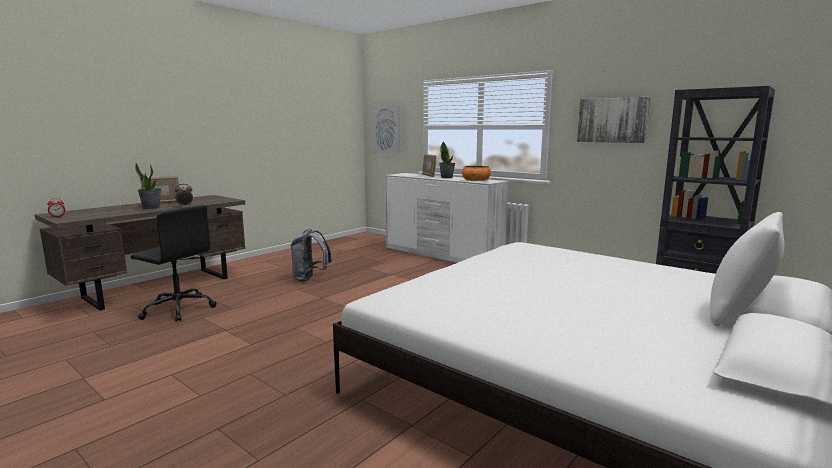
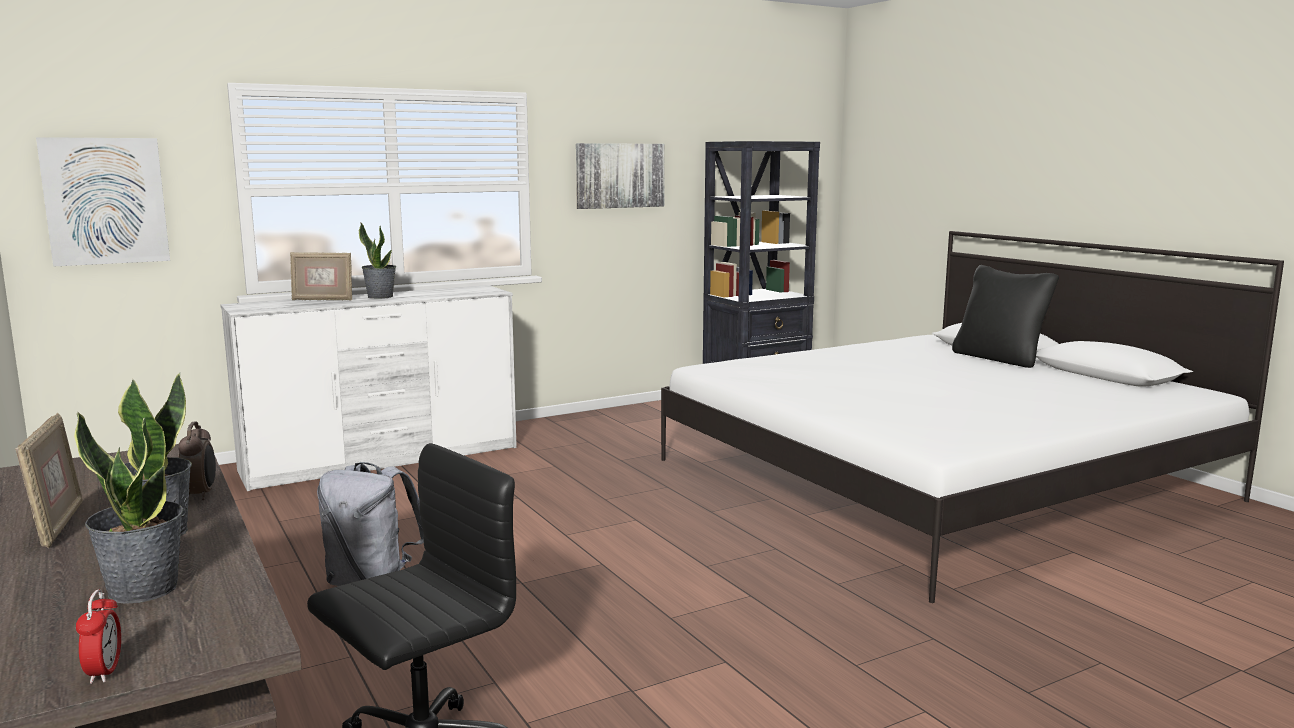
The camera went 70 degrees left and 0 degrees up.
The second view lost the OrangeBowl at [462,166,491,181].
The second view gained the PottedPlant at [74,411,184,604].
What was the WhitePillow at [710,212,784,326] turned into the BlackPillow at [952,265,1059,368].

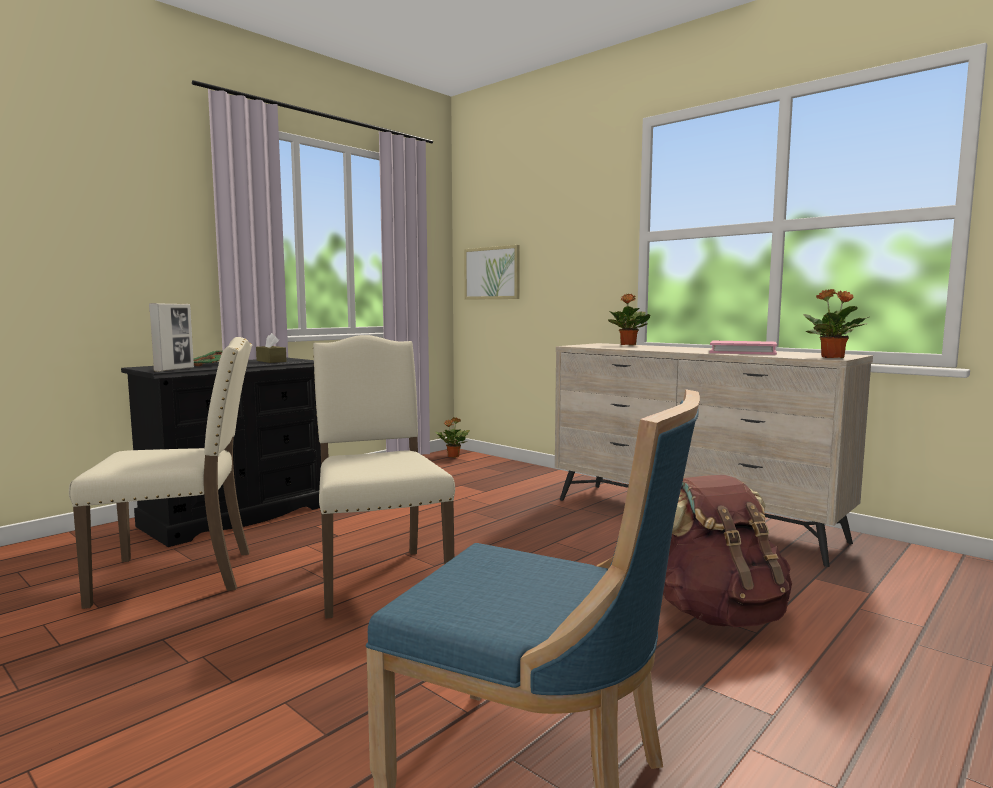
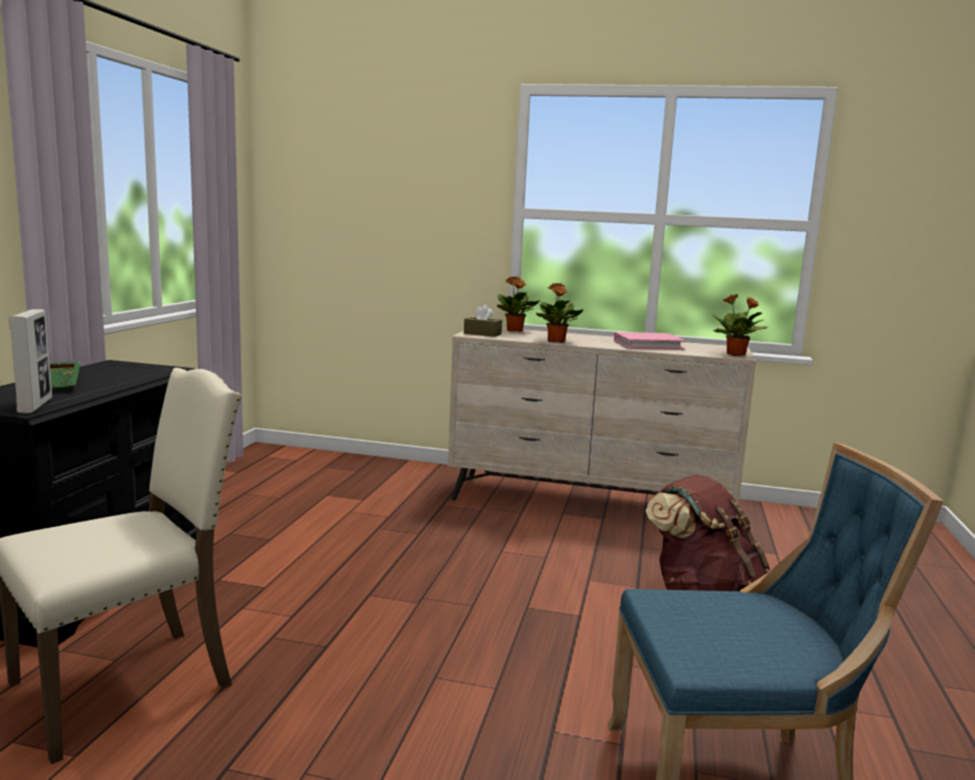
The camera went 30 degrees left and 5 degrees up.
The second view lost the BeigeChair at [313,335,455,619].
The second view lost the Picture at [464,245,520,300].
The BrownTissueBox ended up elsewhere, having gone from [256,333,287,363] to [464,305,502,337].
The PottedPlant ended up elsewhere, having gone from [435,417,470,458] to [536,283,583,343].

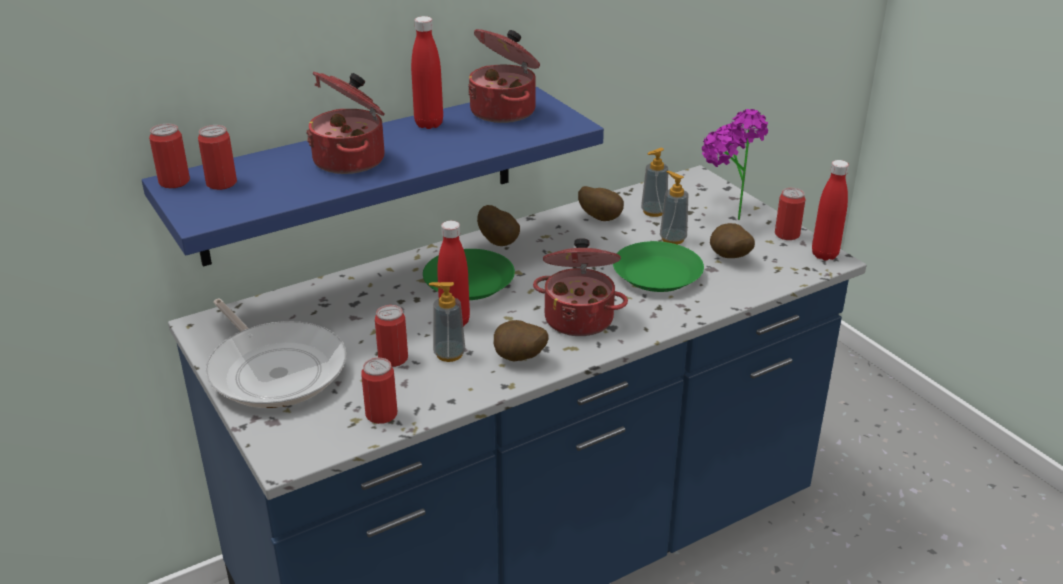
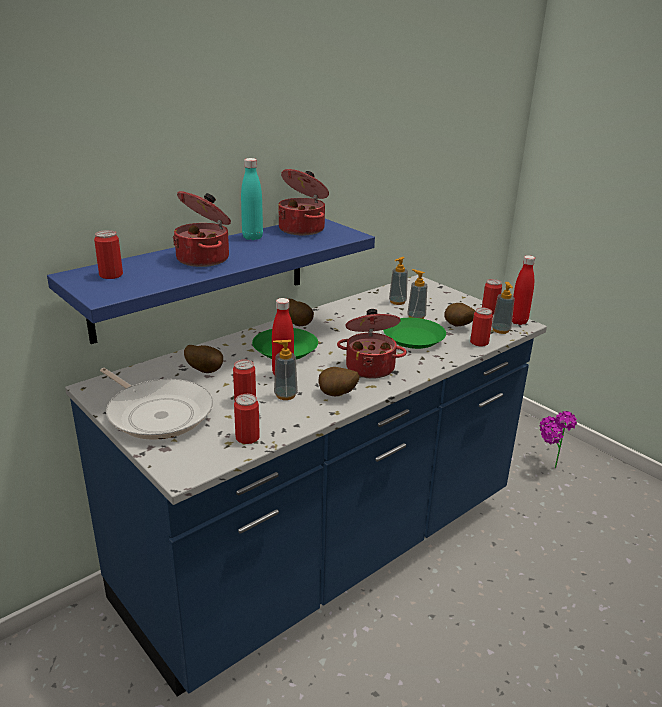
The camera went 10 degrees left and 5 degrees down.
The second view gained the SoapDispenser at [492,282,515,334].
The Can ended up elsewhere, having gone from [149,124,190,188] to [470,307,493,347].
The Potato ended up elsewhere, having gone from [578,186,624,221] to [184,345,223,373].
The PottedPlant ended up elsewhere, having gone from [702,109,768,220] to [540,411,577,468].
What was the RedBottle at [411,16,443,129] turned into the TurquoiseBottle at [241,158,263,240].

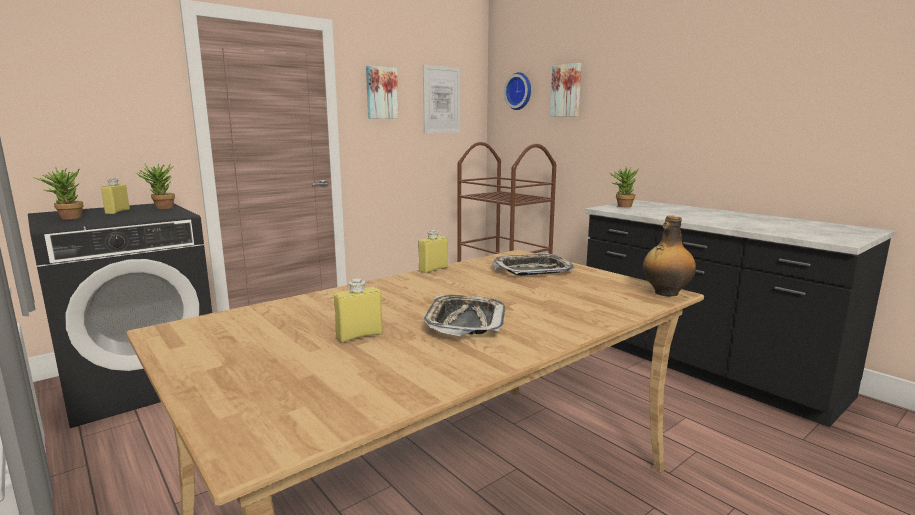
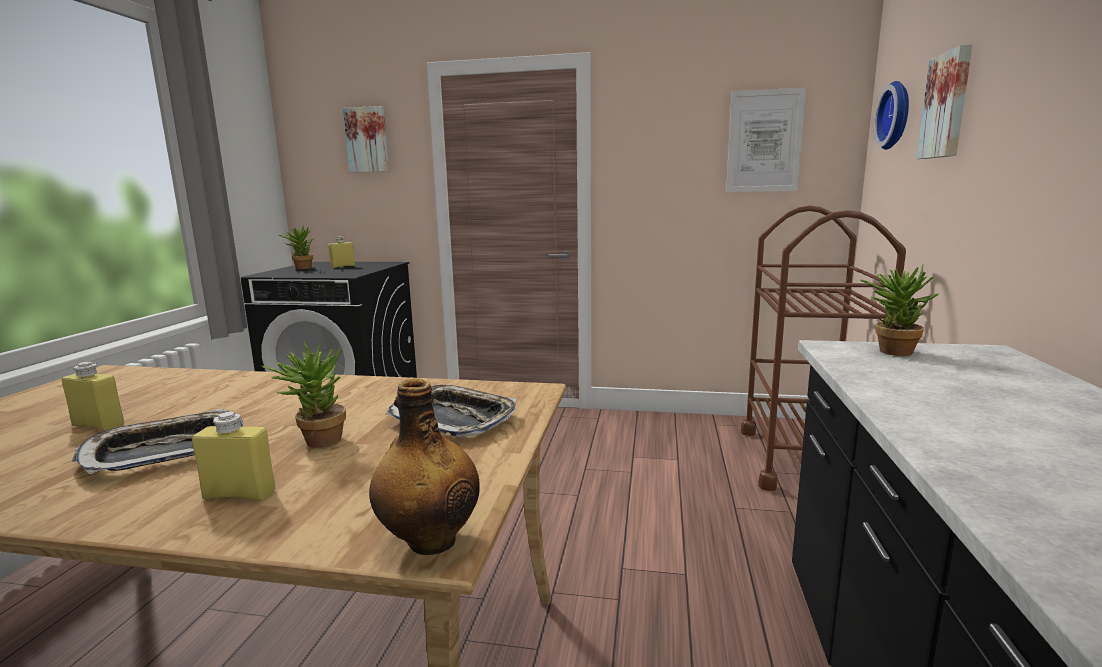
The camera went 50 degrees right and 0 degrees up.
The PottedPlant ended up elsewhere, having gone from [136,163,175,209] to [262,340,346,448].
The Picture ended up elsewhere, having gone from [366,65,398,119] to [343,106,389,173].
The YellowBottle ended up elsewhere, having gone from [418,230,448,273] to [192,412,276,500].

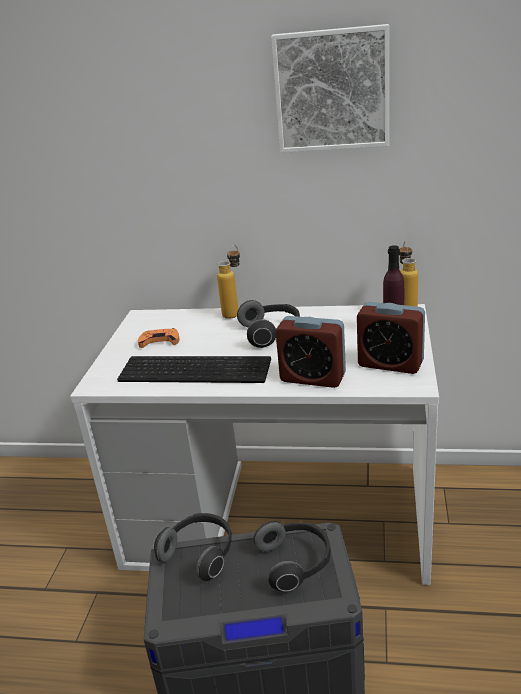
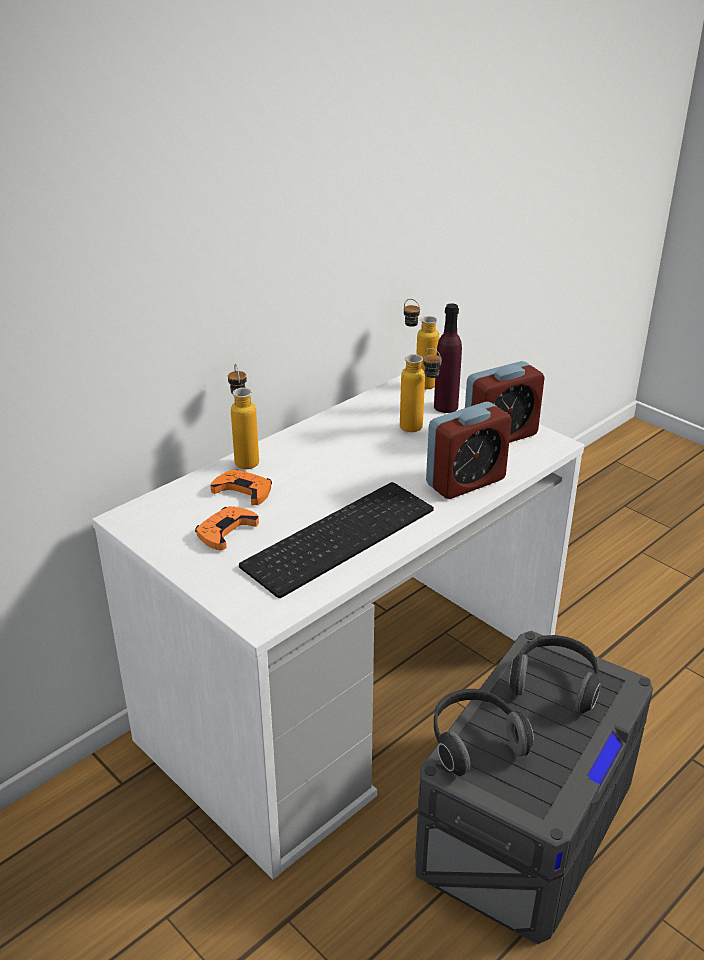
The camera went 55 degrees left and 5 degrees up.
The second view lost the Headphones at [237,300,300,348].
The second view lost the Picture at [271,24,389,153].
The second view gained the OrangeGameController at [211,470,272,505].
The second view gained the Bottle at [400,348,442,432].

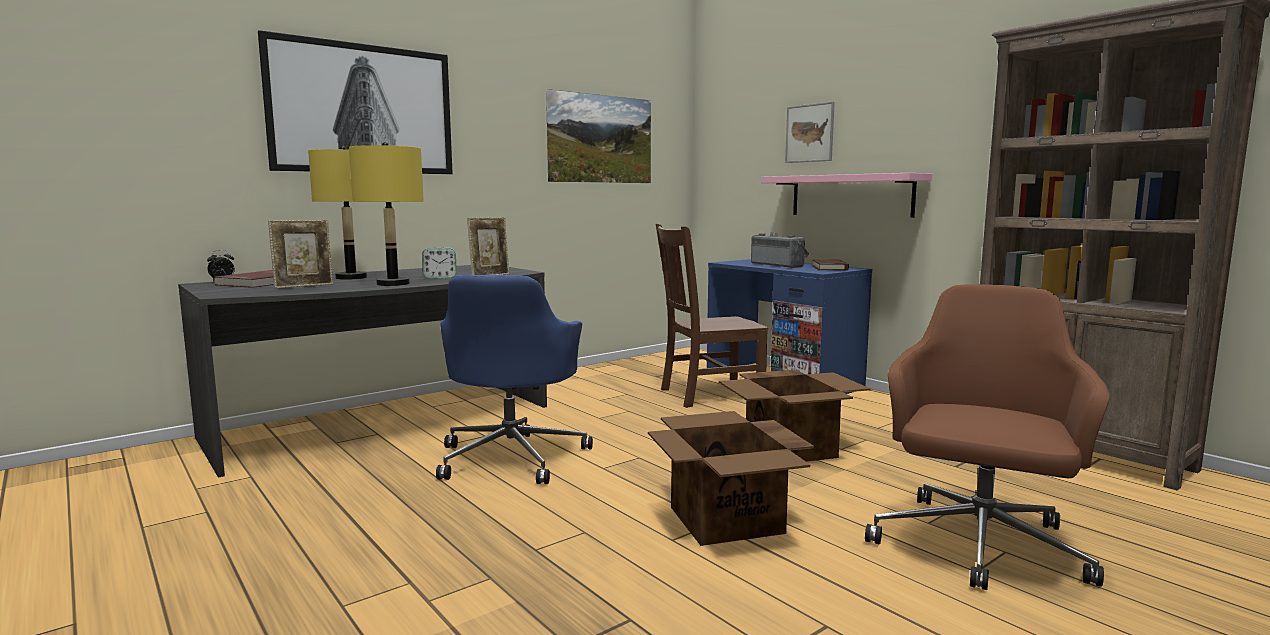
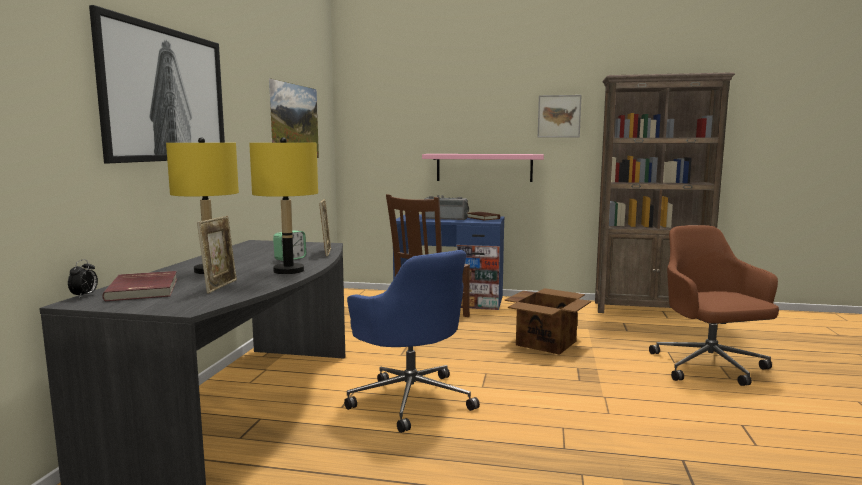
The camera went 40 degrees left and 0 degrees up.
The second view lost the CardboardBox at [648,411,814,546].
The Picture ended up elsewhere, having gone from [785,101,835,163] to [538,95,581,138].

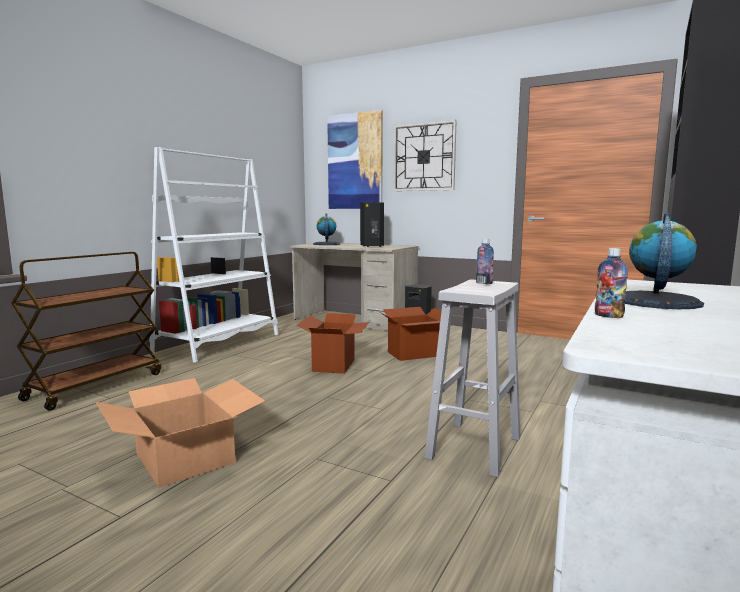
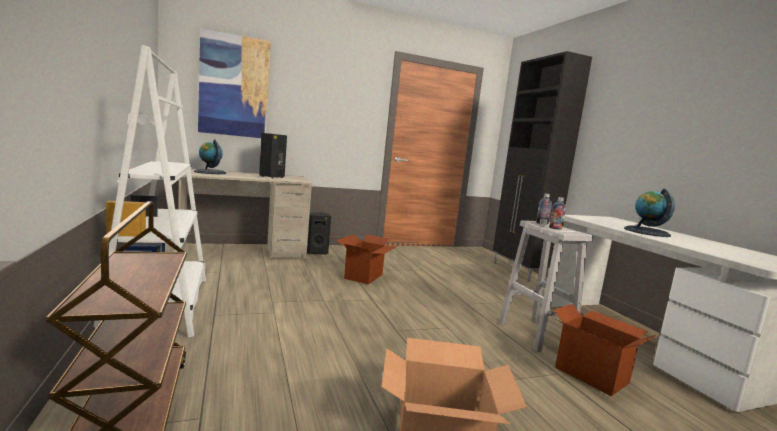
The camera went 50 degrees left and 0 degrees up.
The second view lost the WallClock at [393,120,457,191].
The CardboardBox ended up elsewhere, having gone from [296,313,369,374] to [554,304,656,396].
The Bottle ended up elsewhere, having gone from [595,248,628,318] to [549,197,566,230].

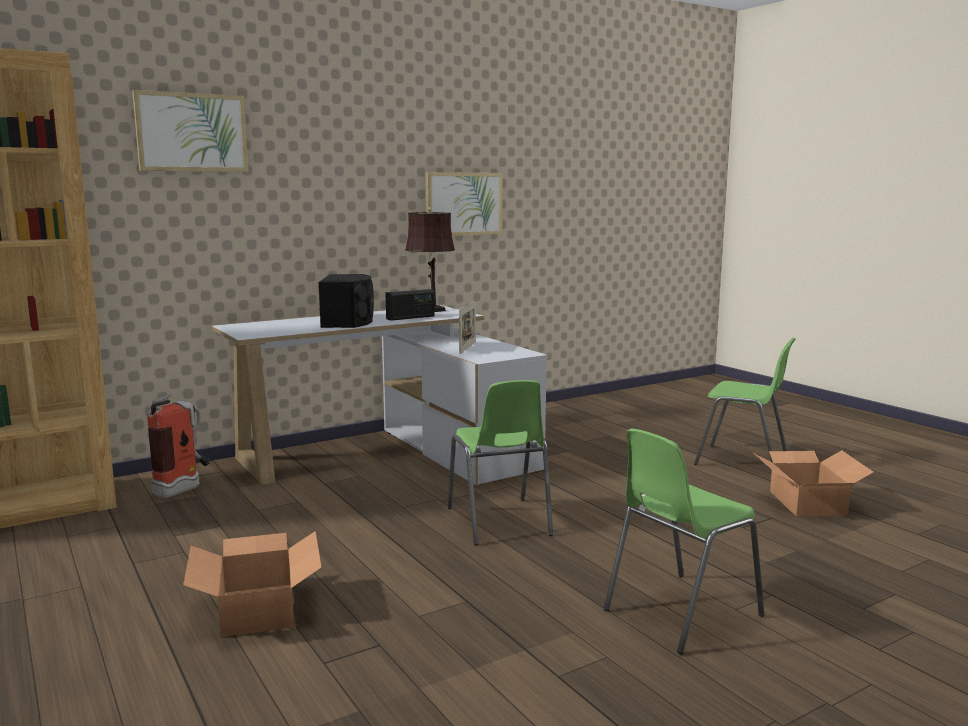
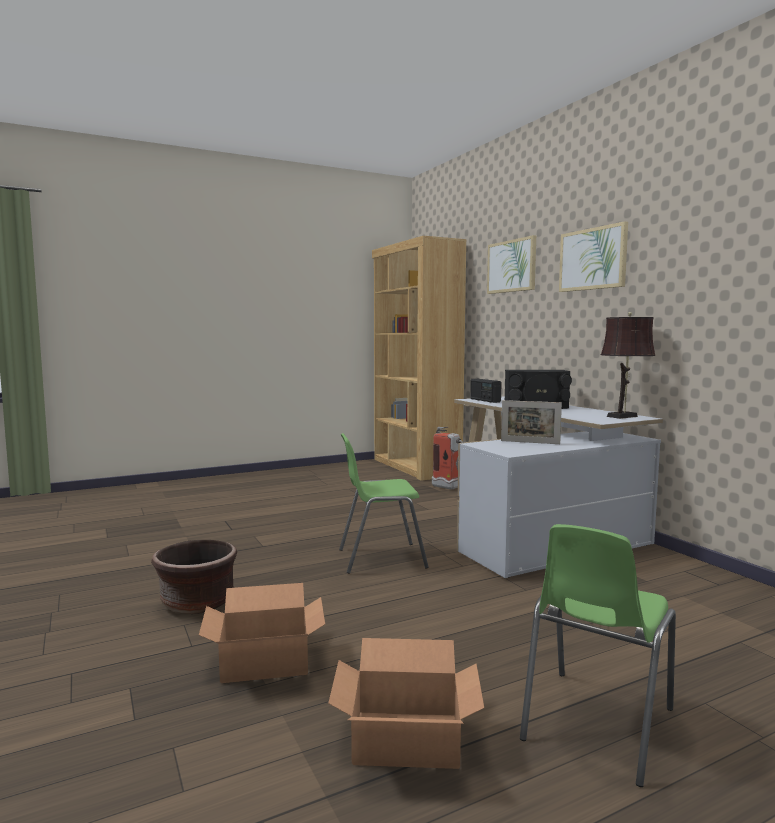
The camera went 95 degrees right and 5 degrees down.
The CardboardBox ended up elsewhere, having gone from [183,531,322,637] to [199,583,325,683].
The Radio ended up elsewhere, having gone from [385,289,435,321] to [470,379,502,403].
The Picture ended up elsewhere, having gone from [425,172,502,236] to [559,221,628,292].
Where the GreenChair stood at [604,429,765,654], the BrownPlanter came to stand at [151,540,237,614].

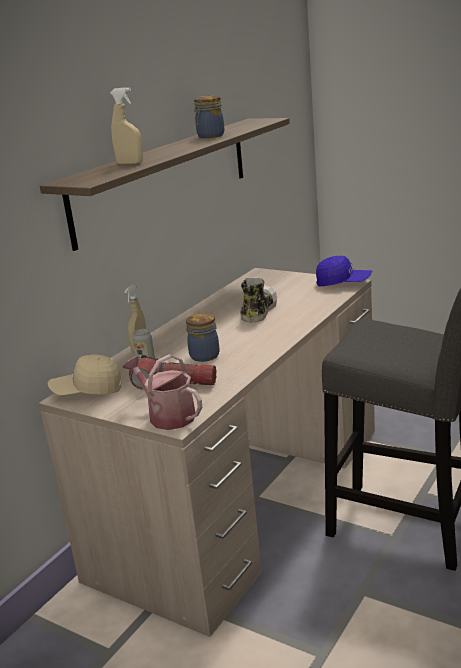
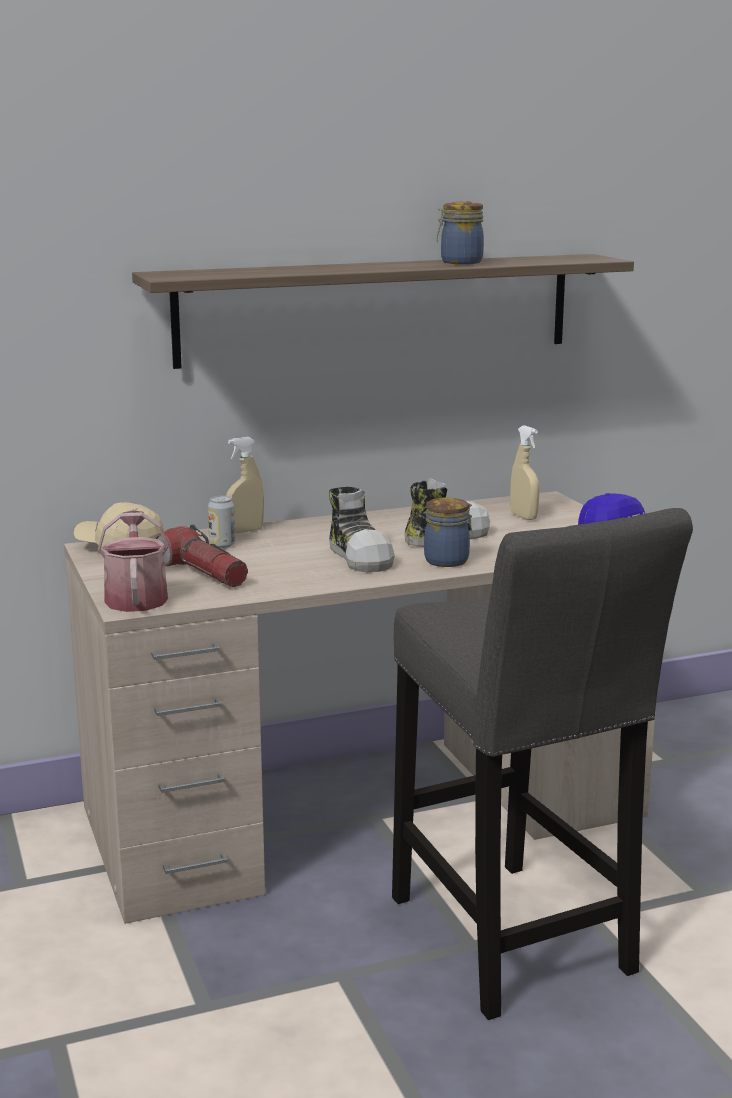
The camera went 35 degrees right and 5 degrees down.
The second view gained the Shoe at [329,487,395,572].
The BeigeSprayBottle ended up elsewhere, having gone from [110,87,143,164] to [510,425,540,520].
The Jar ended up elsewhere, having gone from [186,313,220,362] to [424,498,472,567].

